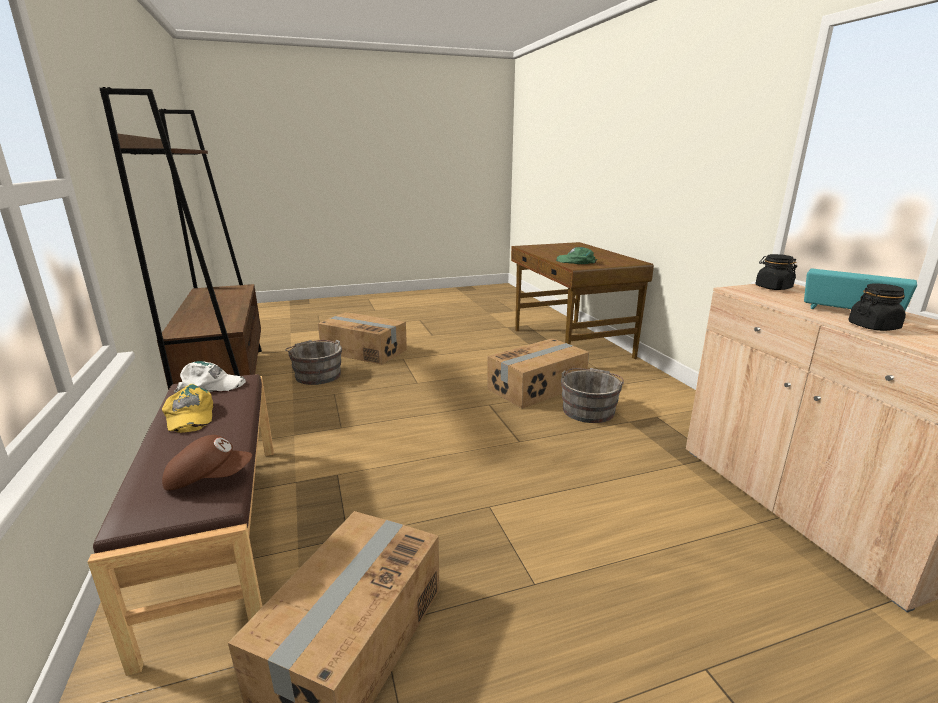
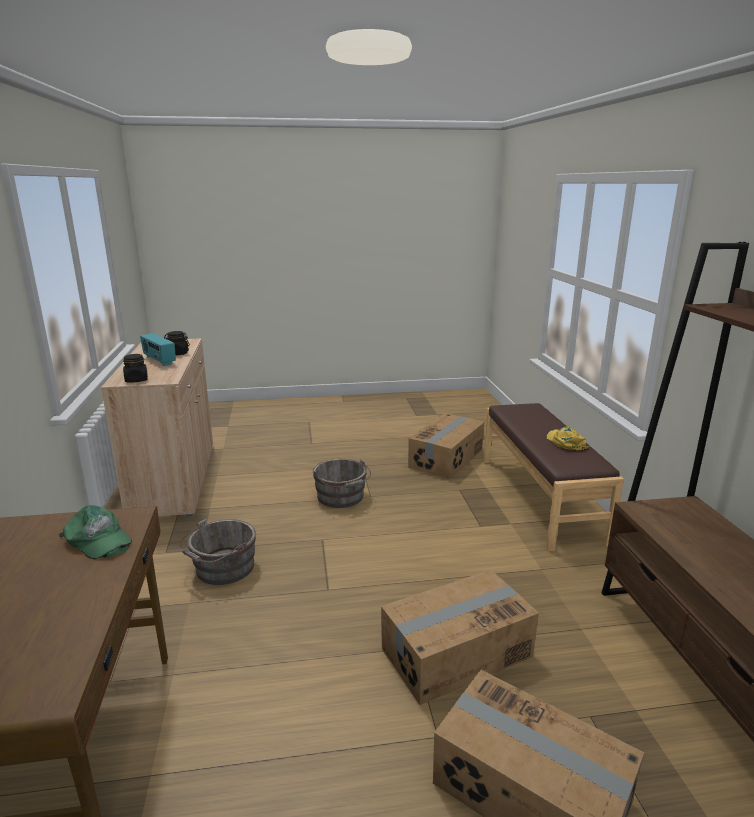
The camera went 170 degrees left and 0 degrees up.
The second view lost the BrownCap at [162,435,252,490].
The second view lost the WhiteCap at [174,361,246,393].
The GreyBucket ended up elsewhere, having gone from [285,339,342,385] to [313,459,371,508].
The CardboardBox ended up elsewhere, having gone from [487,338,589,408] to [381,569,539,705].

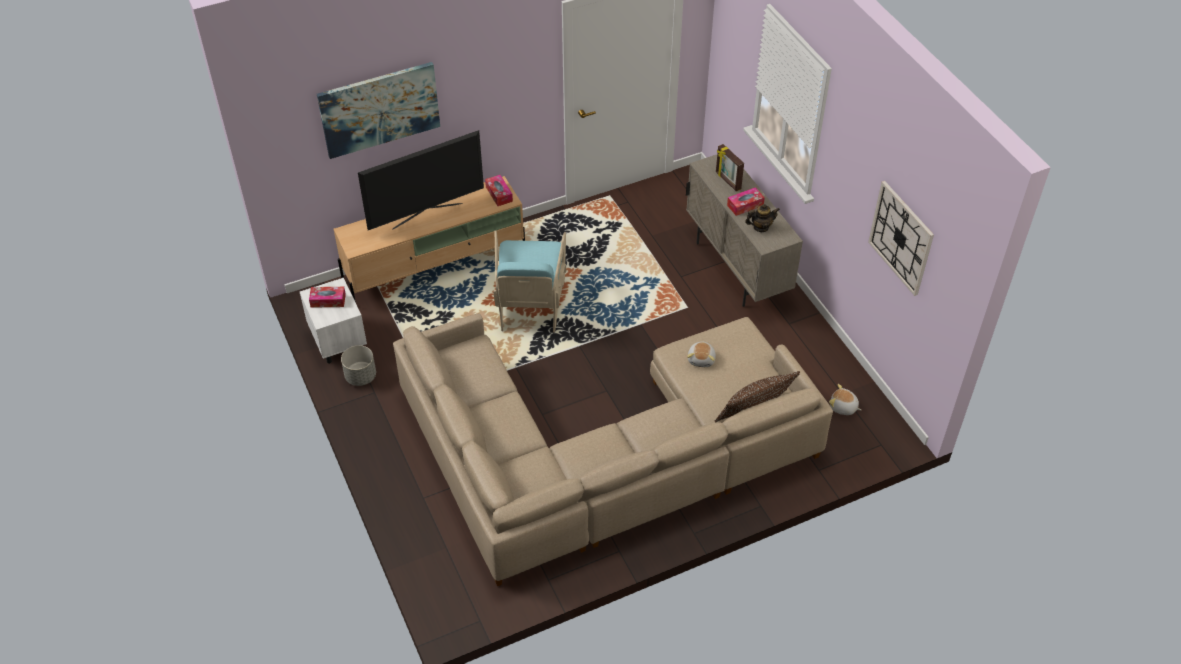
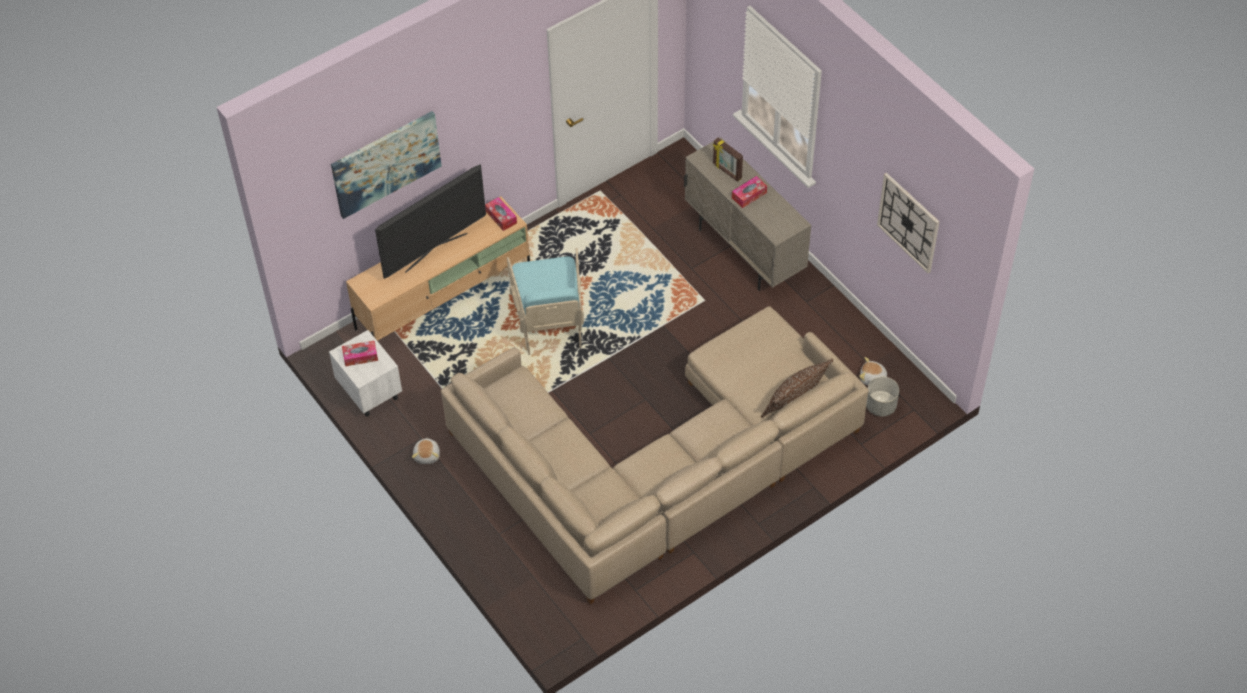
The camera went 10 degrees left and 5 degrees up.
The second view lost the Teapot at [745,204,780,232].
The GreyPlanter ended up elsewhere, having gone from [341,345,376,386] to [866,377,899,416].
The PlushToy ended up elsewhere, having gone from [687,341,716,367] to [412,437,440,464].

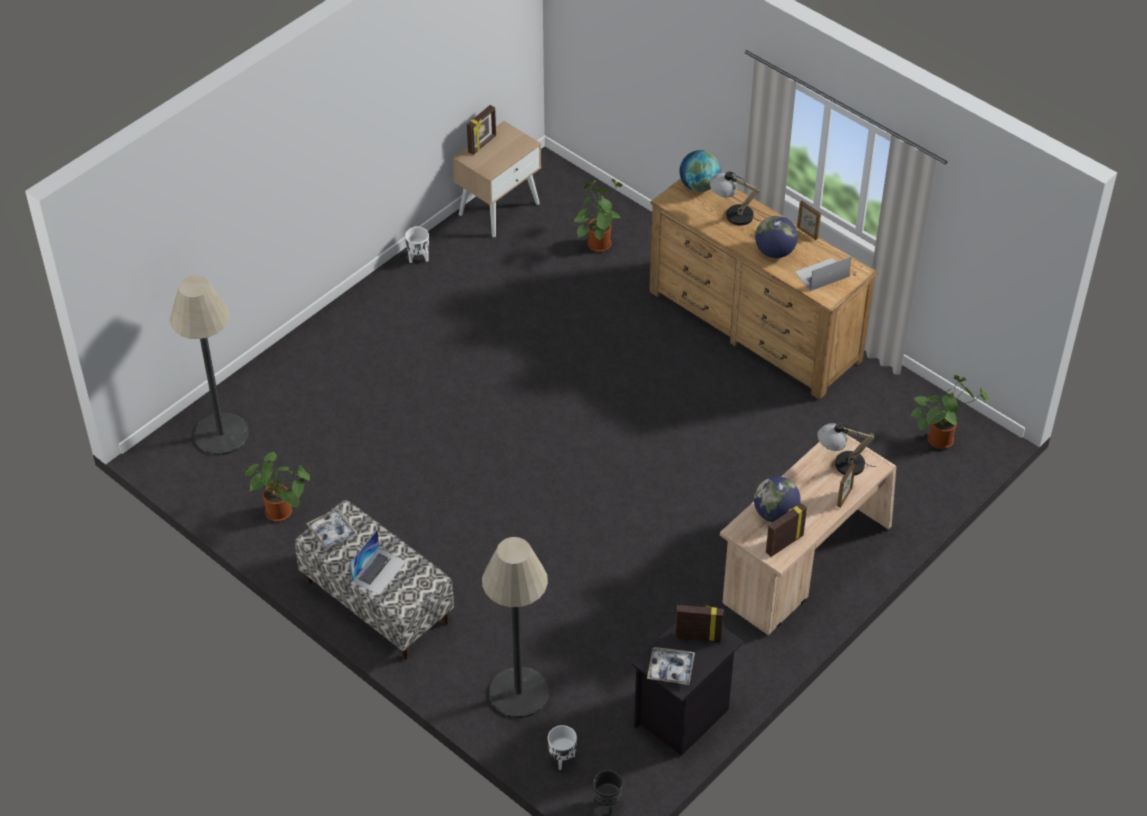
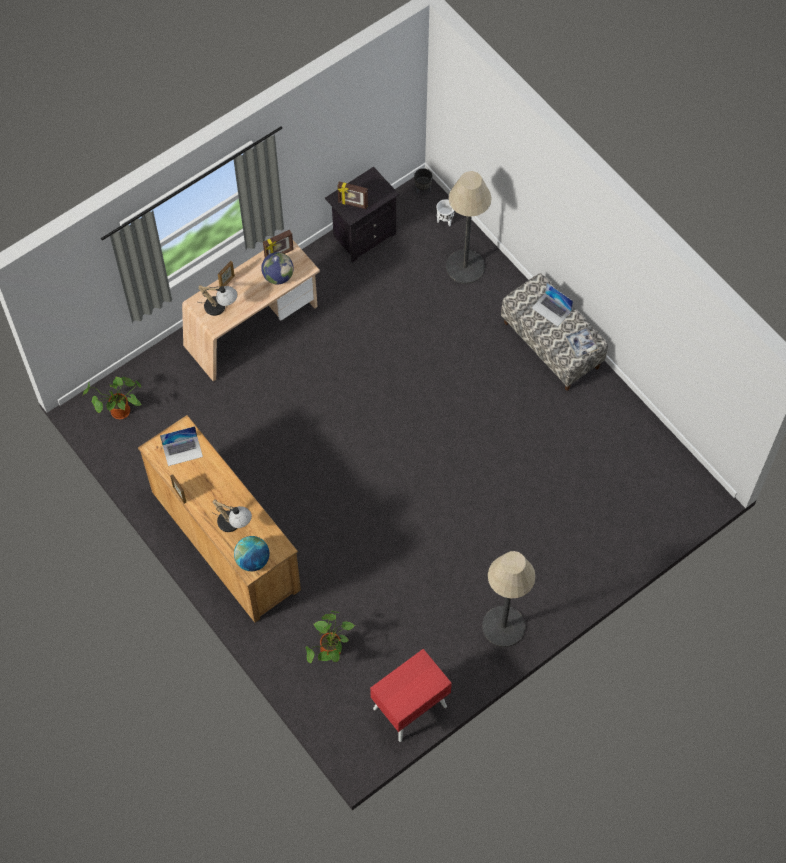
The camera went 170 degrees left and 15 degrees up.
The second view lost the PottedPlant at [242,452,310,521].
The second view lost the WhitePlanter at [405,227,429,263].
The second view lost the PictureFrame at [467,105,496,155].
The second view lost the Tray at [647,647,695,685].
The second view lost the Globe at [755,216,798,258].
The FloorLamp ended up elsewhere, having gone from [170,275,249,455] to [482,551,536,647].
What was the BeigeNightstand at [452,121,541,237] turned into the RedNightstand at [370,649,452,742].
The Laptop at [350,530,406,595] ended up facing another way, 90 degrees counterclockwise from before.

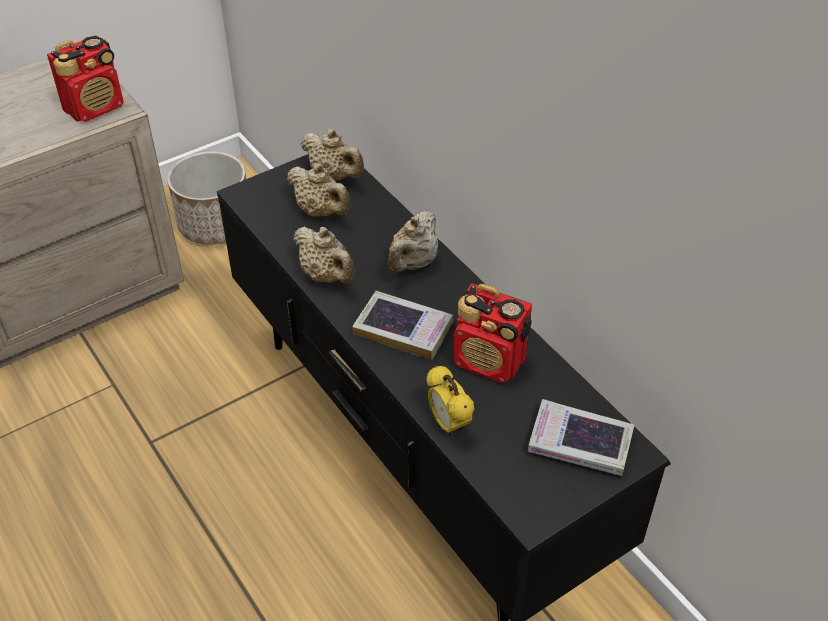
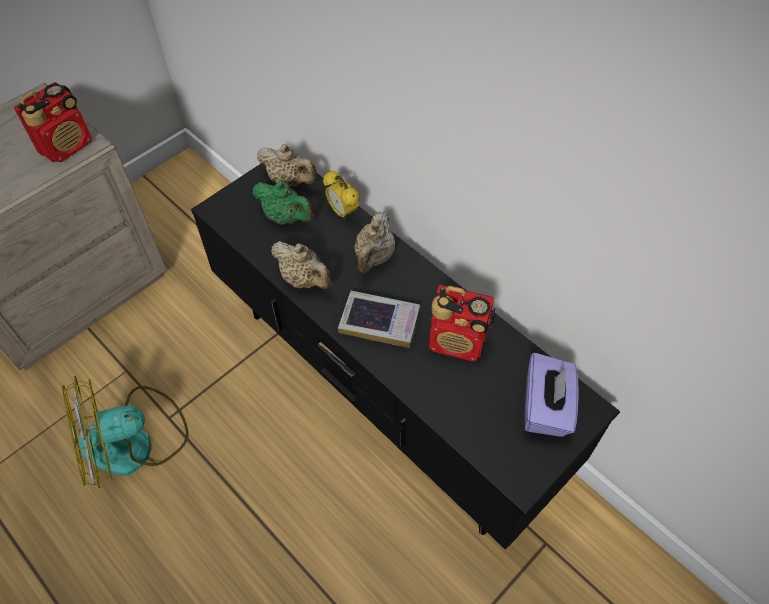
The camera went 10 degrees left and 10 degrees up.
The second view lost the Planter at [167,151,246,245].
The second view gained the Fan at [62,376,188,488].
The AlarmClock ended up elsewhere, having gone from [426,365,474,437] to [323,171,360,220].
Where the Book stood at [528,399,634,476], the PurpleTissueBox came to stand at [525,353,579,437].
What was the BeigeTeapot at [287,163,351,217] turned into the GreenTeapot at [252,180,314,225].

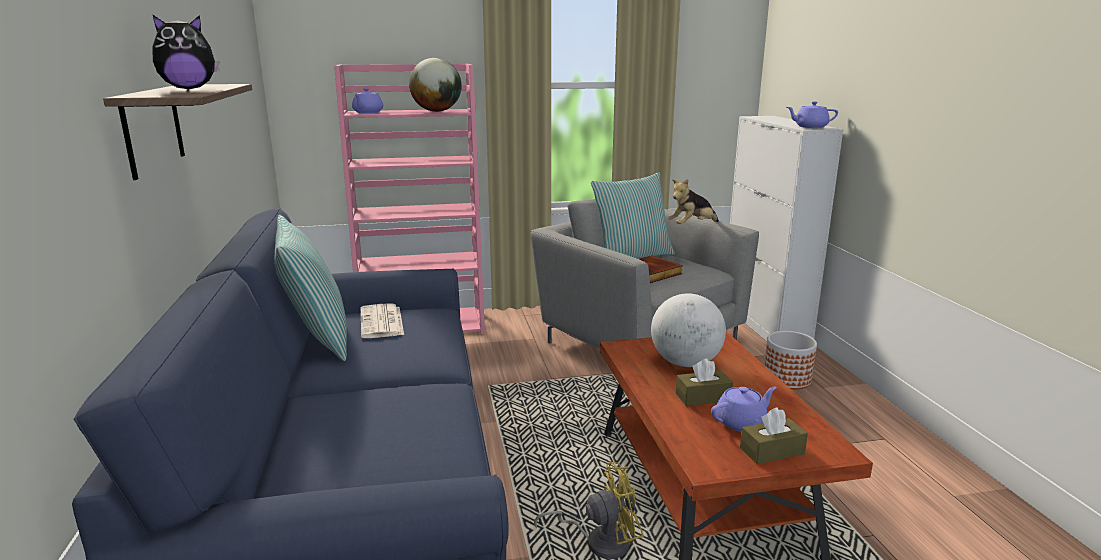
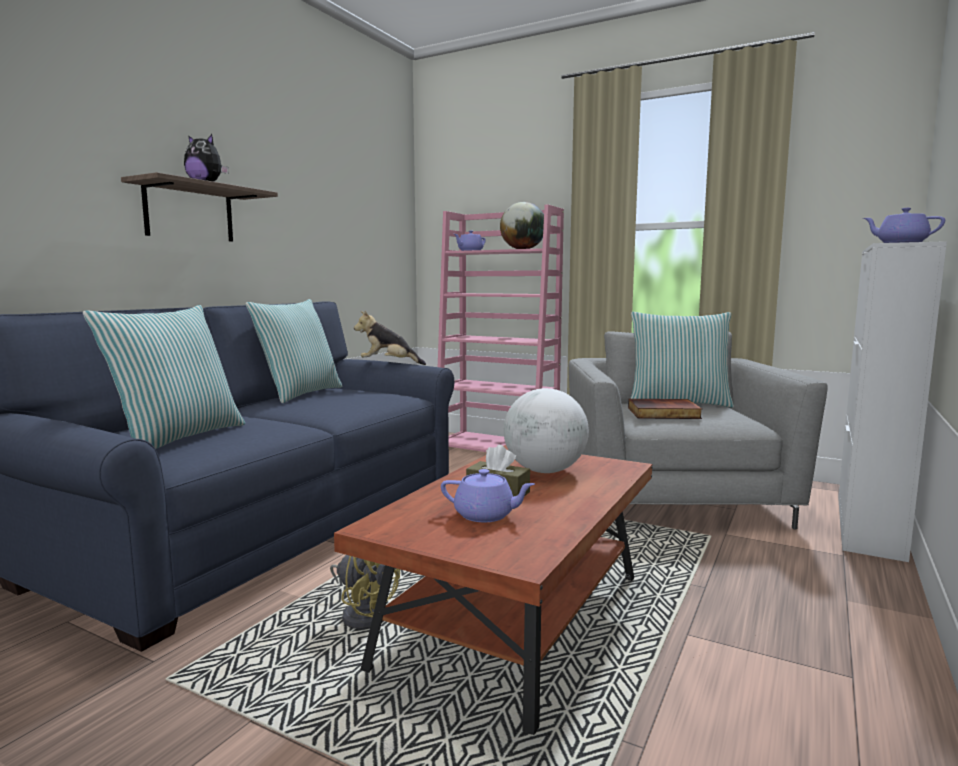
The camera went 40 degrees right and 10 degrees down.
The second view lost the Newspaper at [361,303,404,338].
The second view lost the BrownTissueBox at [740,407,808,464].
The second view lost the Planter at [764,331,817,389].
The second view gained the Pillow at [83,305,245,449].
The PlushToy ended up elsewhere, having gone from [668,179,719,224] to [354,310,426,365].

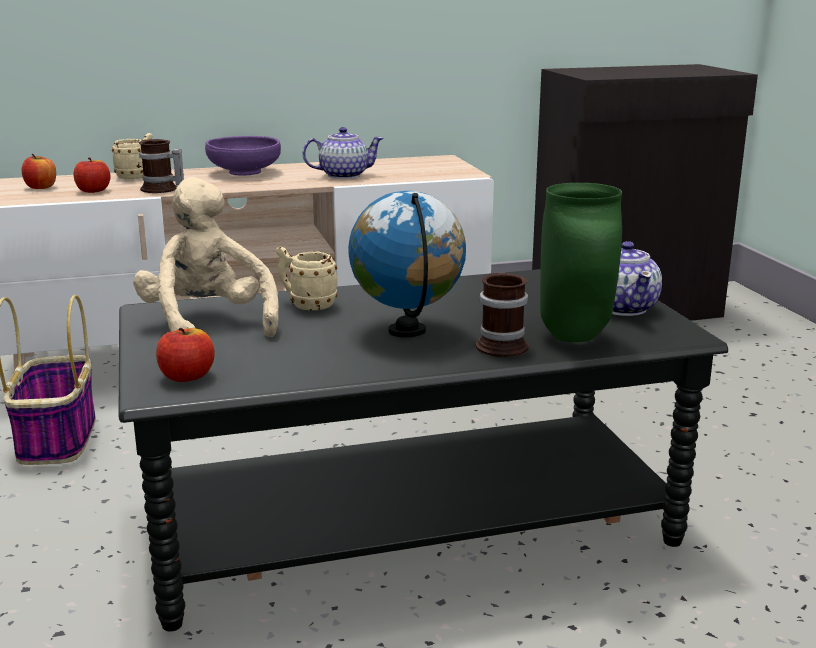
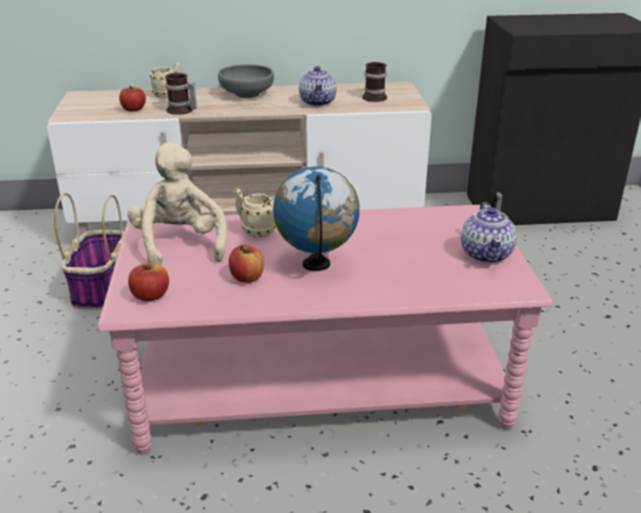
The camera went 10 degrees right and 10 degrees up.
The second view lost the GreenVase at [540,183,622,342].
The Apple ended up elsewhere, having gone from [22,154,56,189] to [229,245,264,283].
The Mug ended up elsewhere, having gone from [475,273,529,357] to [362,62,387,102].
What was the BlackCoffeeTable at [118,269,728,631] turned into the PinkCoffeeTable at [97,205,552,455].
What was the PurpleBowl at [205,136,281,176] turned into the GreyBowl at [218,64,274,98].
The Teapot at [303,127,384,179] ended up facing another way, 90 degrees clockwise from before.

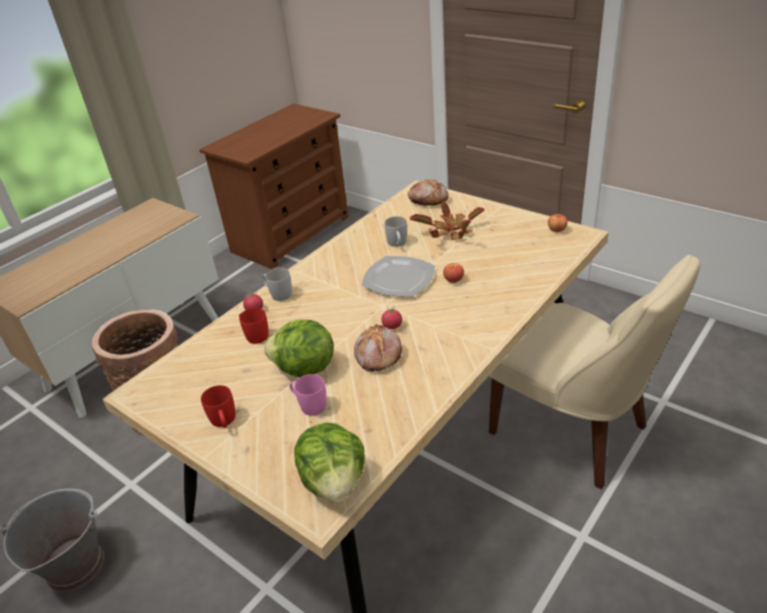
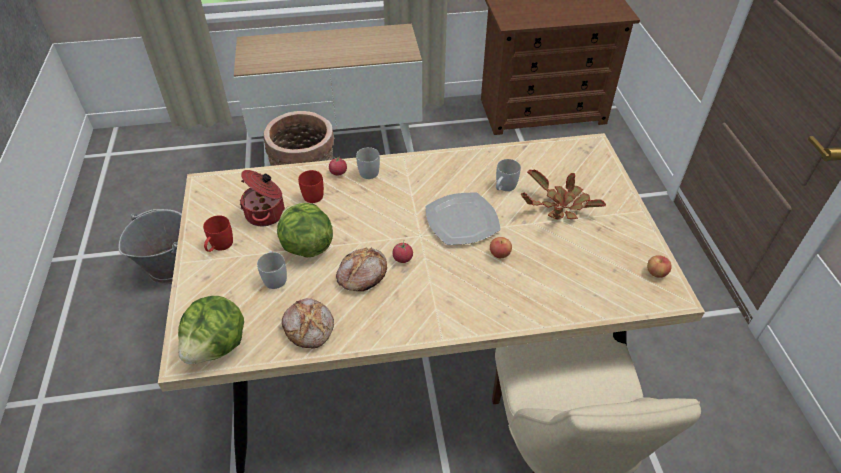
The camera went 40 degrees right and 10 degrees up.
The second view gained the CookingPot at [240,170,285,226].
The Bread ended up elsewhere, having gone from [408,179,449,206] to [282,298,334,349].
What was the PinkMug at [290,374,326,416] turned into the WhiteMug at [257,251,287,289].

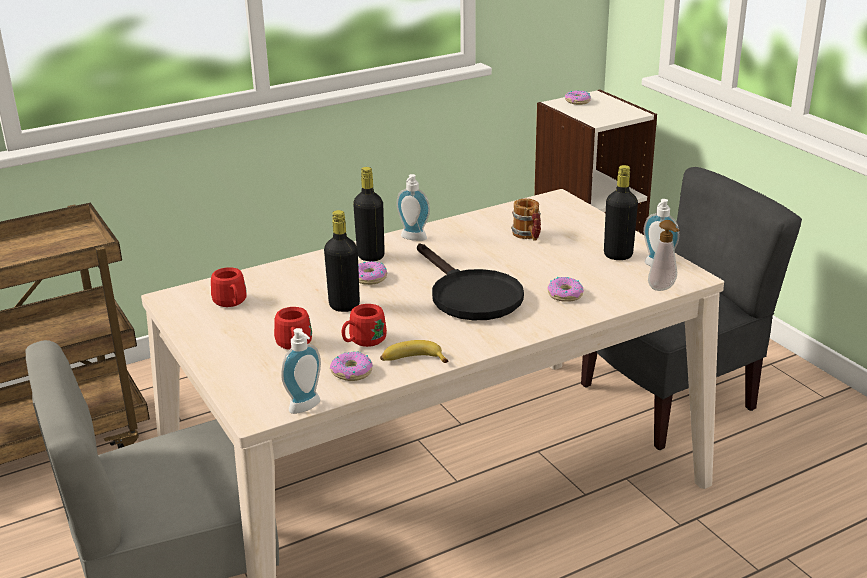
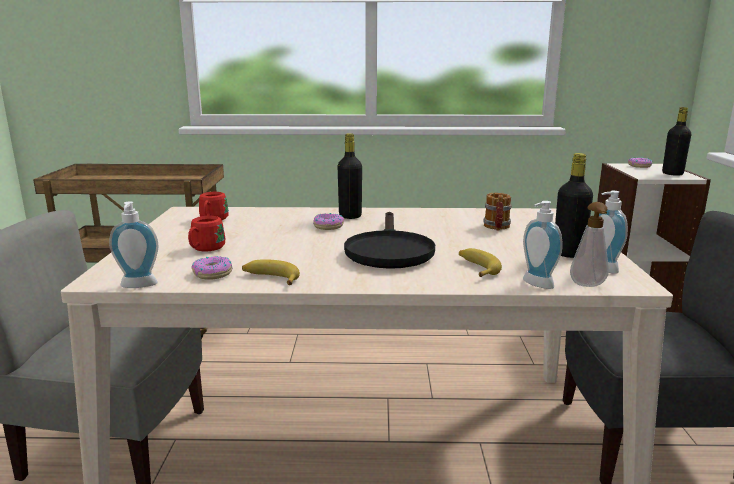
The camera went 30 degrees right and 10 degrees down.
The second view lost the RedMug at [342,304,387,347].
The BlackBottle ended up elsewhere, having gone from [324,210,360,312] to [662,107,692,175].
The SoapDispenser ended up elsewhere, having gone from [396,174,430,241] to [523,201,562,289].
Where the Donut stood at [547,277,584,302], the Banana came to stand at [459,248,502,277].

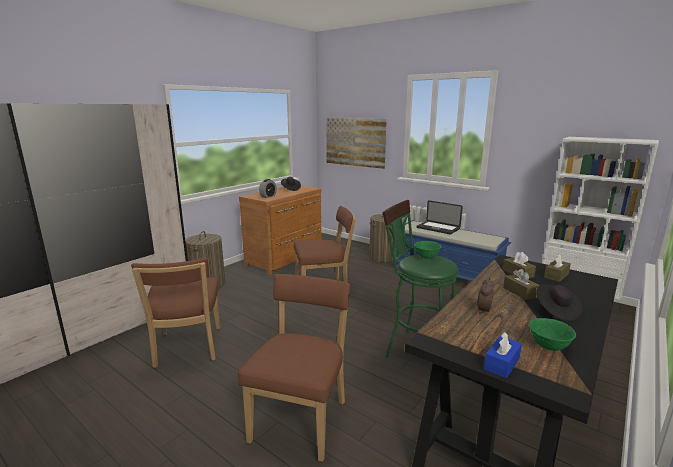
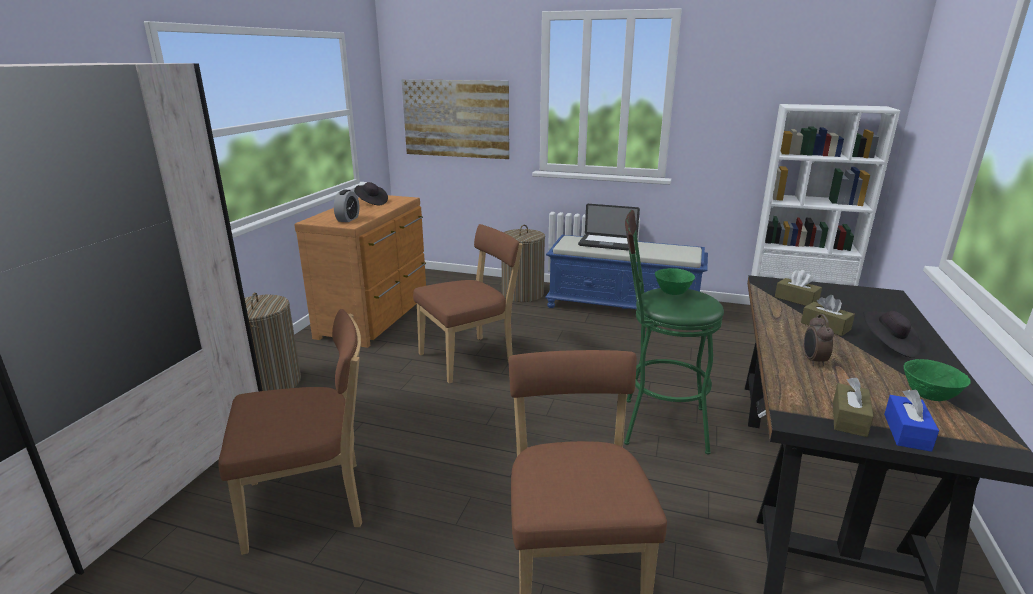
The camera went 20 degrees left and 5 degrees up.
The BrownTissueBox ended up elsewhere, having gone from [544,254,571,282] to [833,377,874,437].
The BrownChair at [131,258,220,368] ended up facing another way, 75 degrees counterclockwise from before.

